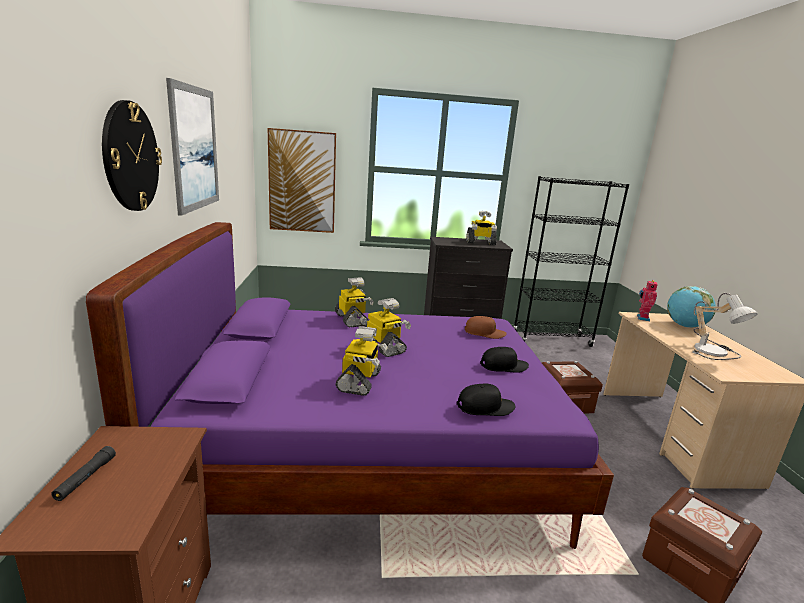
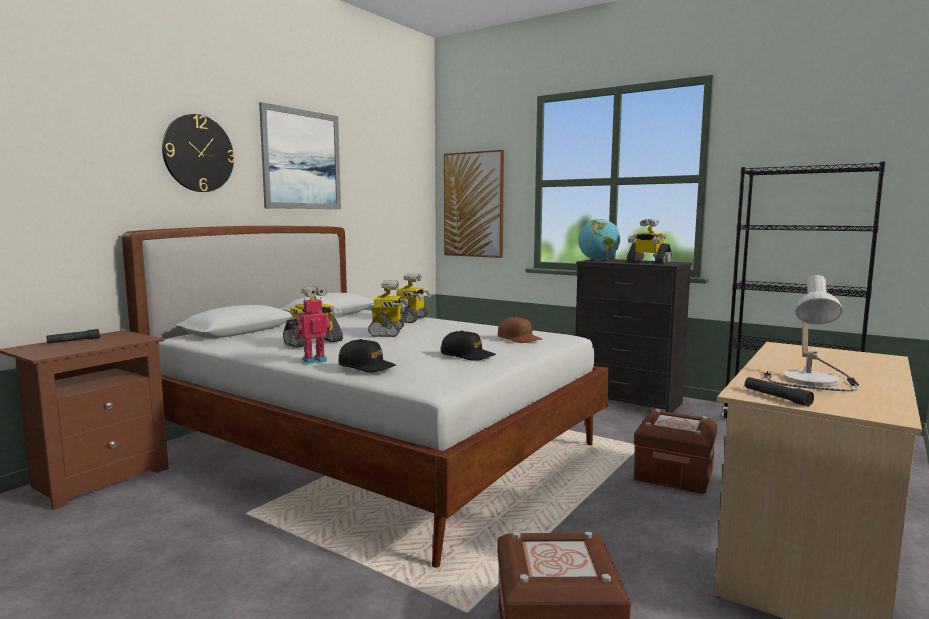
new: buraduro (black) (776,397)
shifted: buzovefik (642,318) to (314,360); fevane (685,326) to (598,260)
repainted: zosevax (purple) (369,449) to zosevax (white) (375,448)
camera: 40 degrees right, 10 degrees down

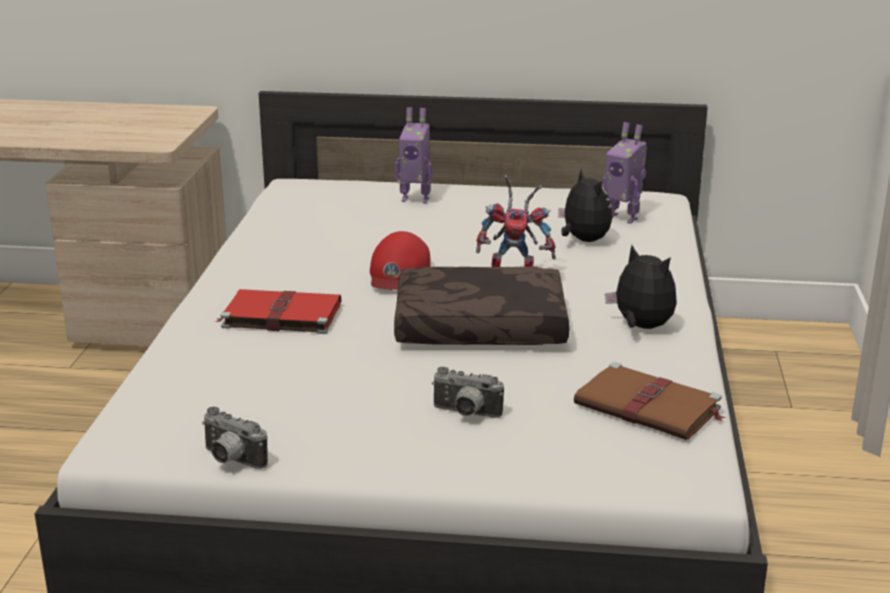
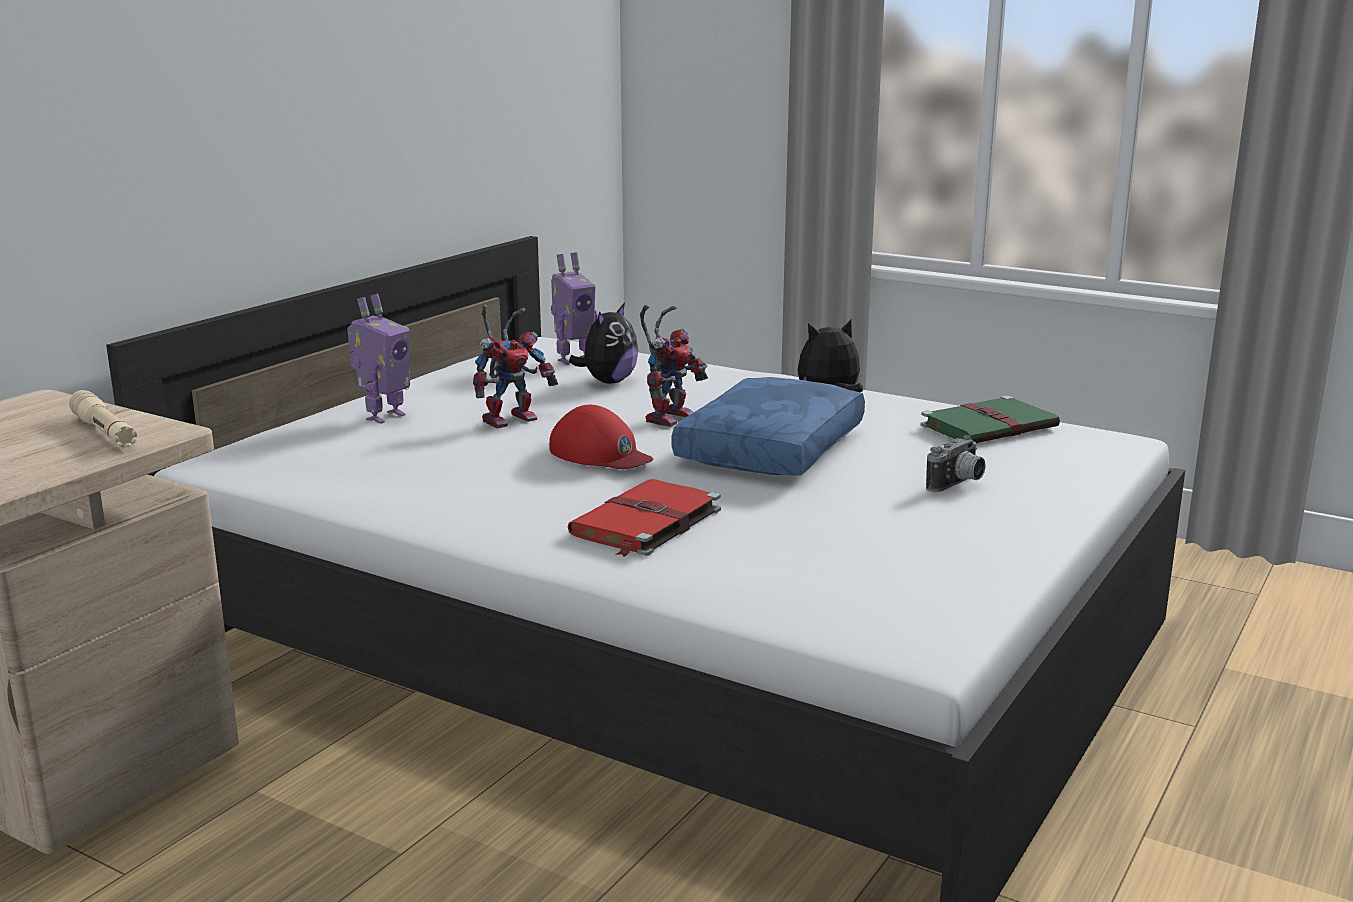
gone: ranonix (230,460)
new: buraduro (beige) (105,432); buzovefik (511,418)
repainted: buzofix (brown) (478,328) to buzofix (blue) (773,450); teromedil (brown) (649,407) to teromedil (green) (990,426)
rotated: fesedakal (583,240) = (608,381) 120 degrees clockwise
camera: 65 degrees left, 5 degrees down

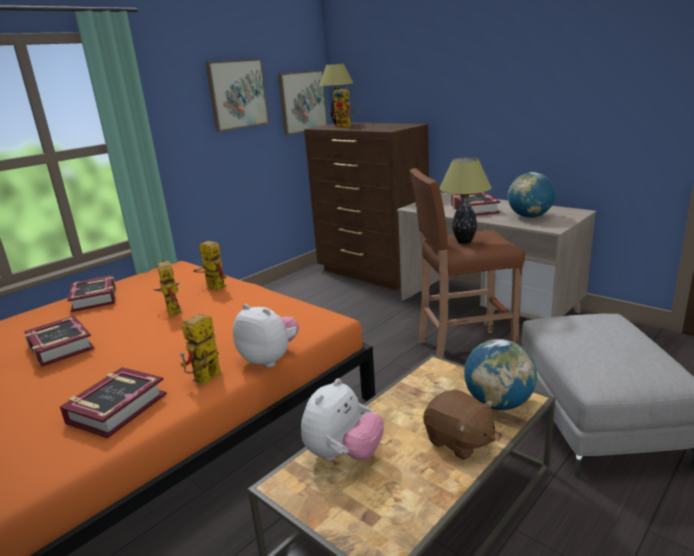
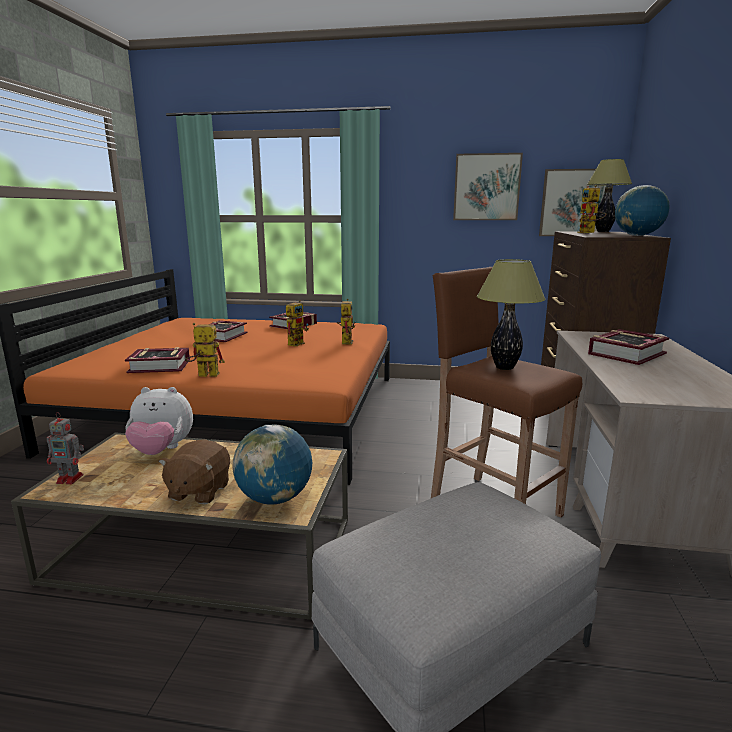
gone: fesedakal (270,359)
new: buzovefik (71,479)
shifted: fevane (529,217) to (637,235)
camera: 55 degrees right, 5 degrees down

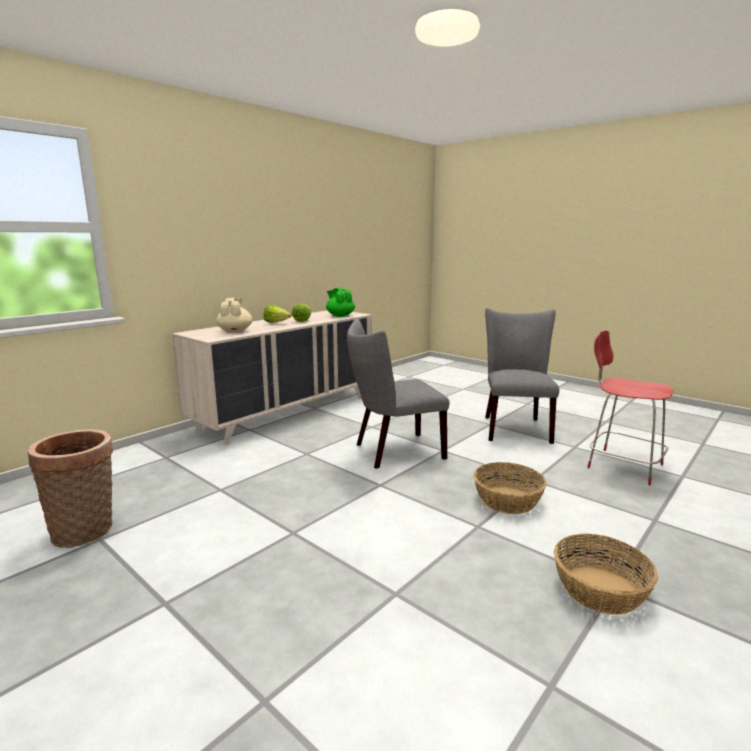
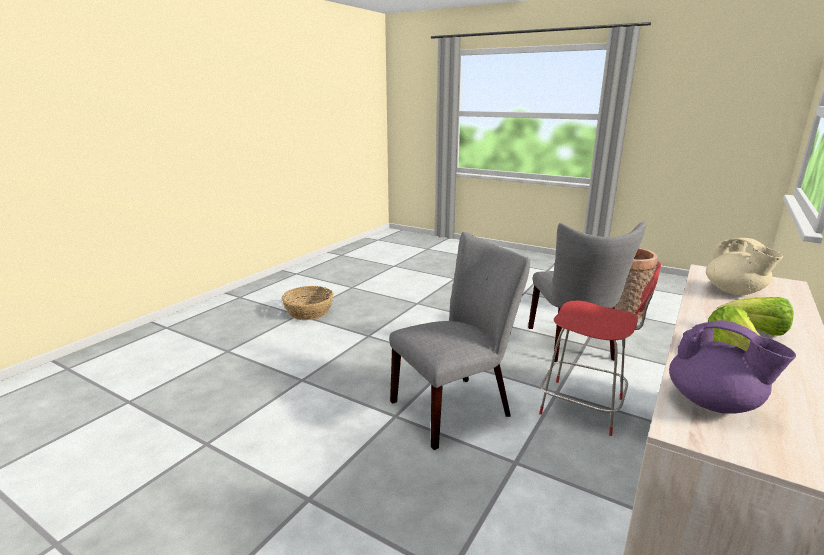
gone: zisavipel (508,500)
shifted: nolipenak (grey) (514,427) to (573,345); nolipenak (red) (622,465) to (585,407)
repainted: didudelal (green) (340,315) to didudelal (purple) (714,403)
camera: 170 degrees right, 5 degrees up

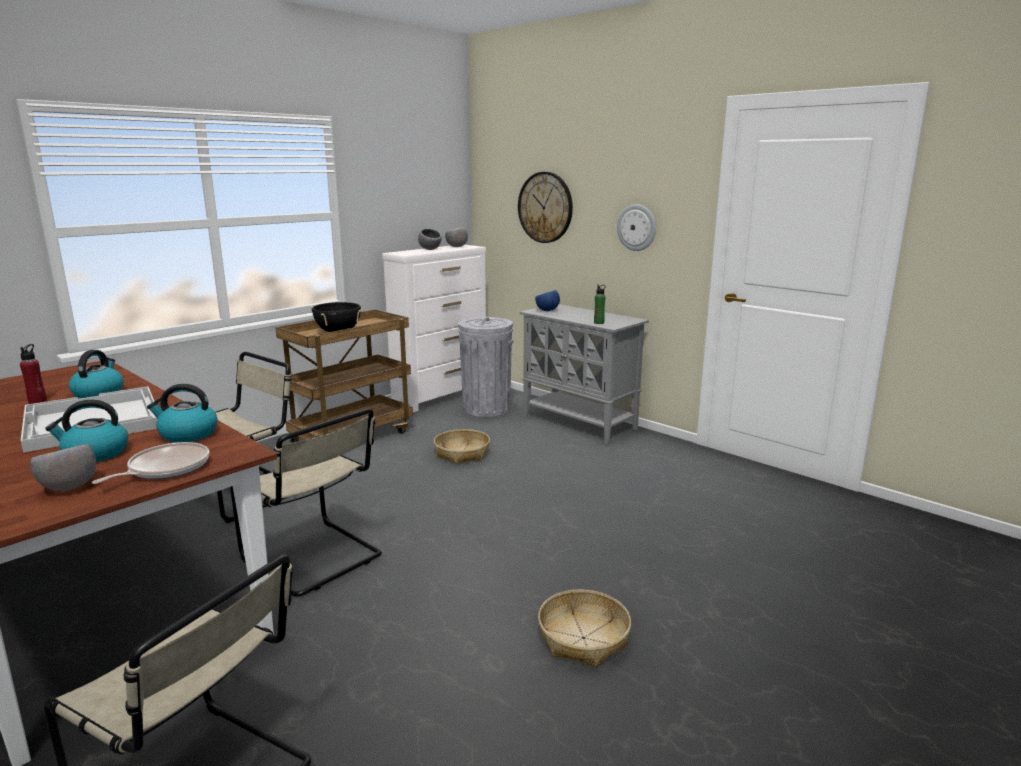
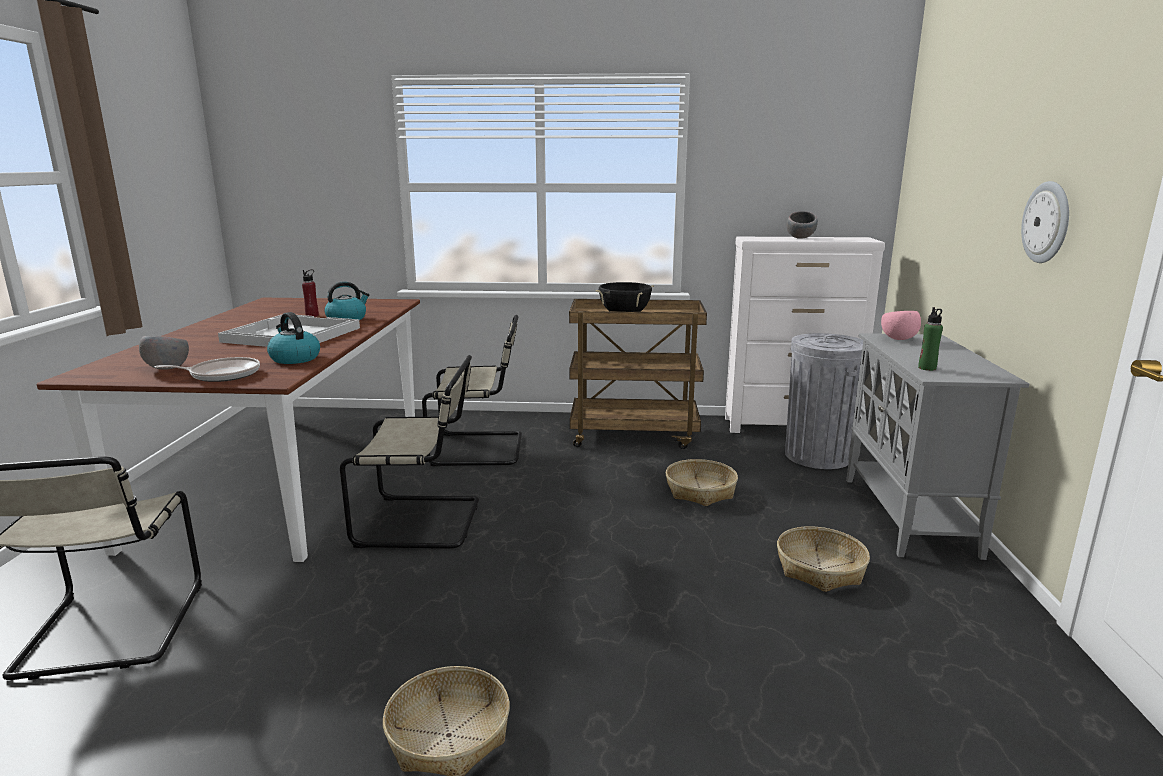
gone: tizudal (95,454); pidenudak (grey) (456,247); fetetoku (545,207)
new: zisavipel (820,569)
repainted: pidenudak (blue) (547,311) to pidenudak (pink) (898,339)
rotated: nolipenak (beige) (315,559) = (424,522) 90 degrees counterclockwise
camera: 50 degrees right, 0 degrees up

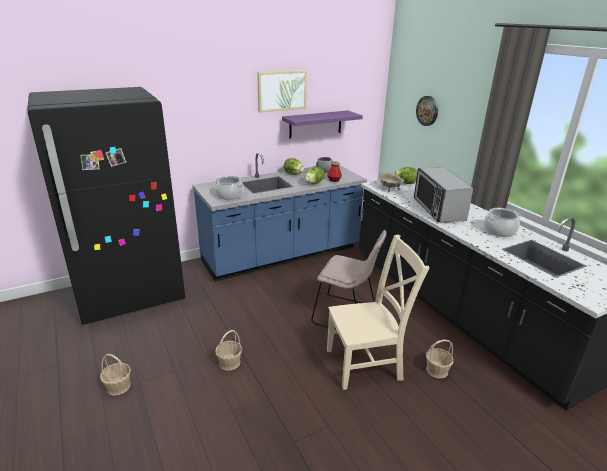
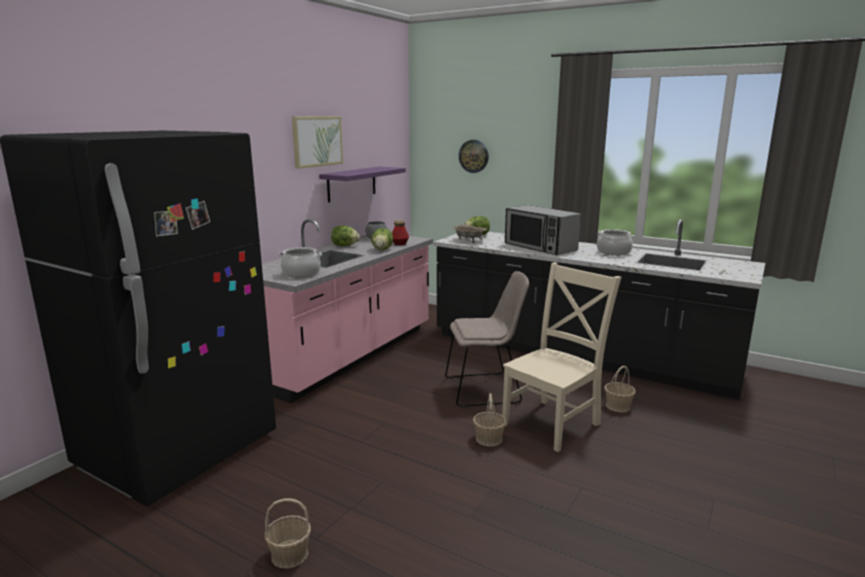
shifted: zisavipel (229,362) to (488,439)
repainted: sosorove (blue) (282,255) to sosorove (pink) (348,356)
camera: 30 degrees left, 10 degrees down

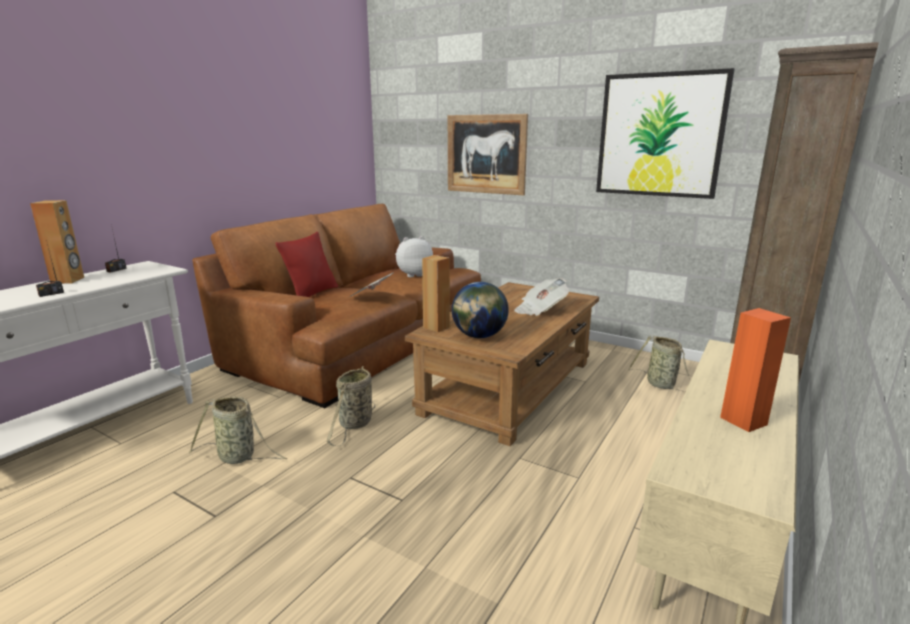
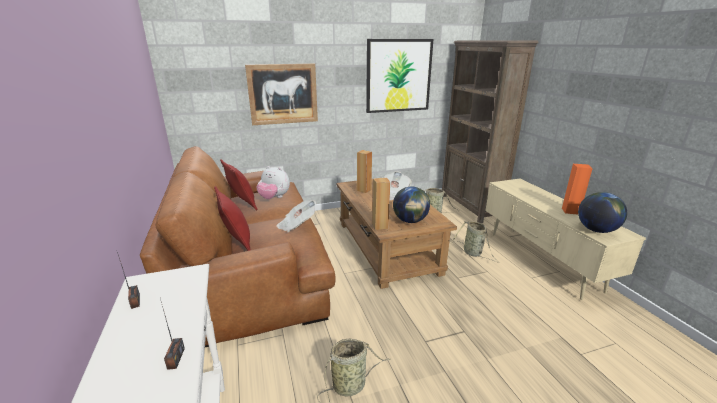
new: buzofix (red) (242,203); fevane (596,230)
shifted: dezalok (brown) (68,280) to (364,190); zisavipel (355,424) to (473,253)
rotated: fesedakal (413,274) = (274,198) 90 degrees counterclockwise
camera: 50 degrees left, 5 degrees up

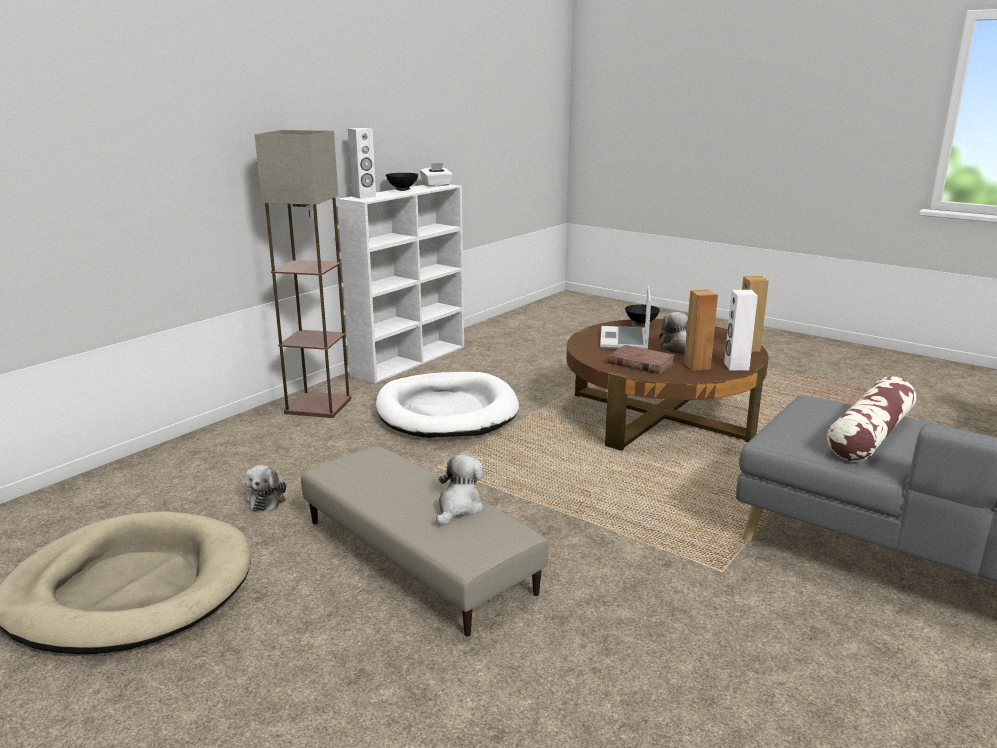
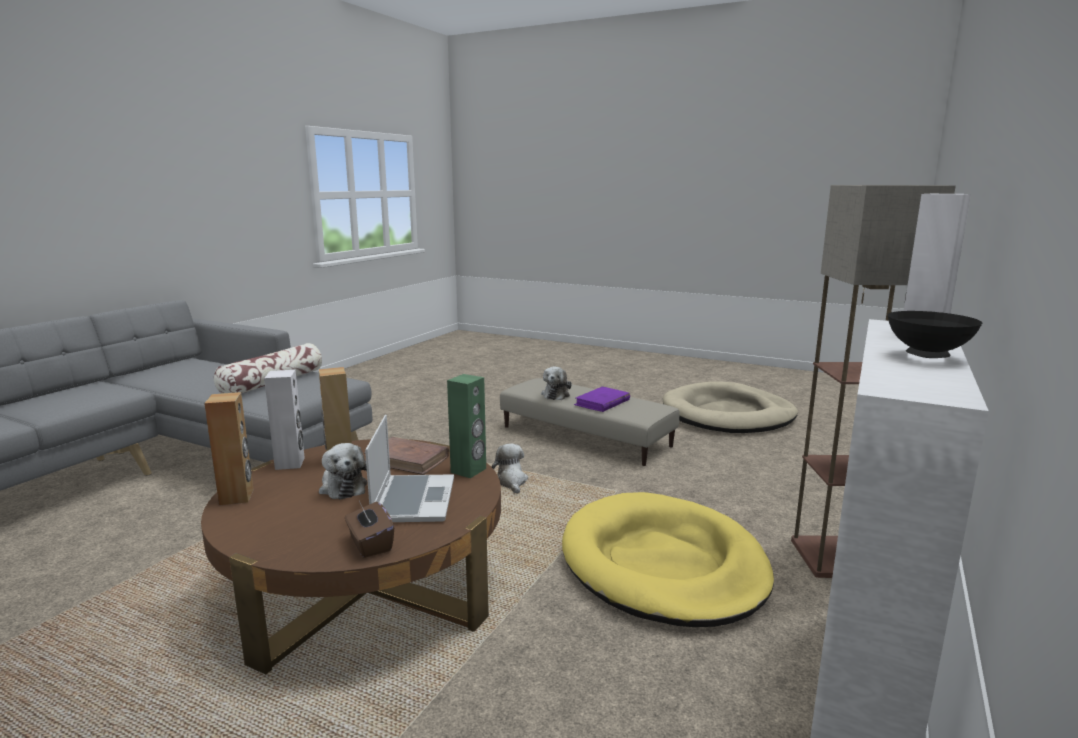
gone: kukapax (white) (436,185)
new: dezalok (green) (469,470); teromedil (purple) (602,402)
shifted: fesedakal (267,499) to (511,482)
swapped: pidenudak (black) (640,324) to kukapax (brown) (370,544)
repainted: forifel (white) (446,411) to forifel (yellow) (663,565)
camera: 170 degrees right, 5 degrees down

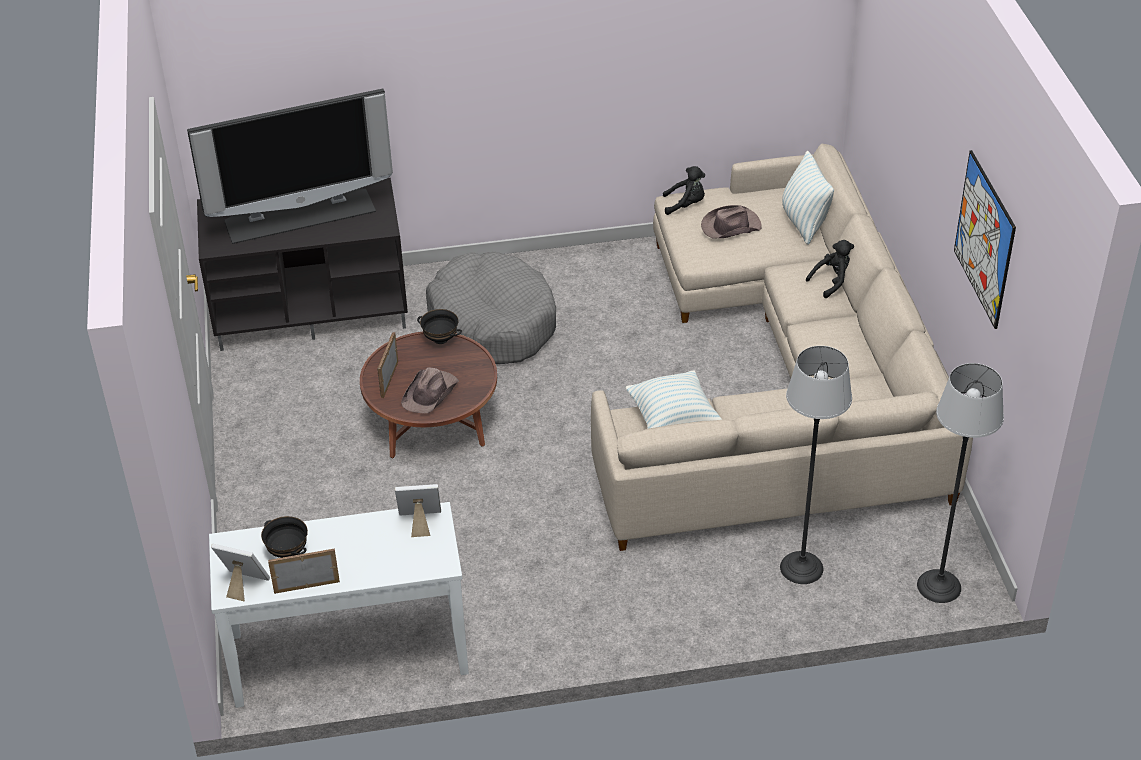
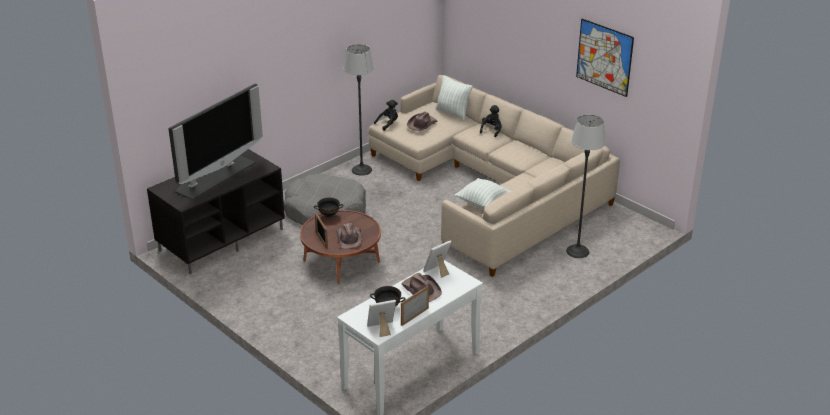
new: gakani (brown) (421,289)
shifted: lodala (938,586) to (361,170)
camera: 35 degrees left, 10 degrees down

